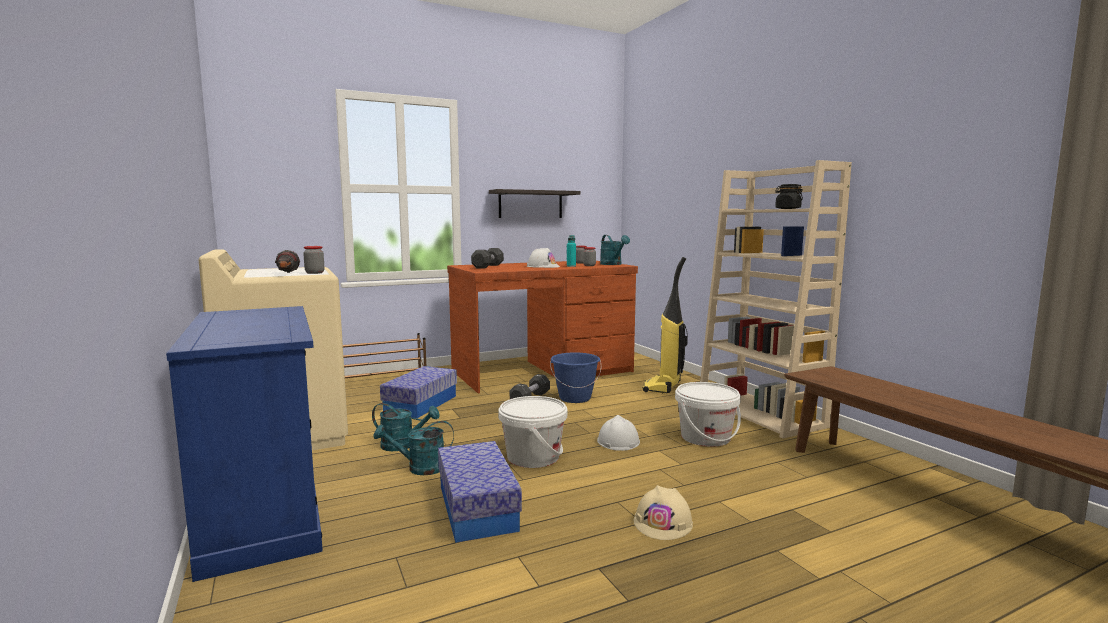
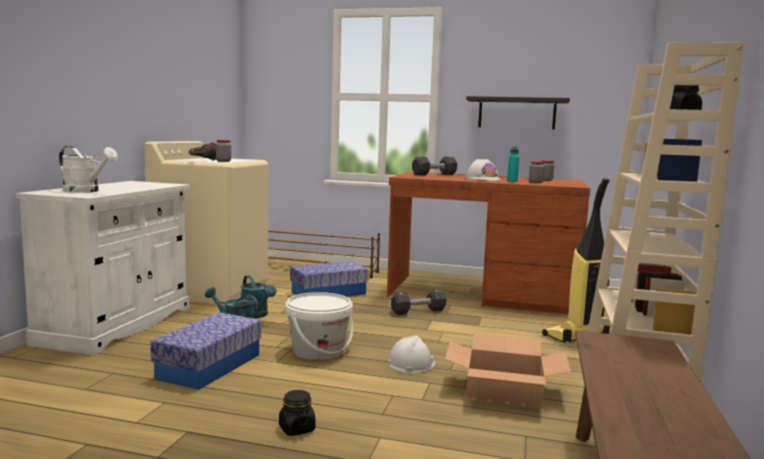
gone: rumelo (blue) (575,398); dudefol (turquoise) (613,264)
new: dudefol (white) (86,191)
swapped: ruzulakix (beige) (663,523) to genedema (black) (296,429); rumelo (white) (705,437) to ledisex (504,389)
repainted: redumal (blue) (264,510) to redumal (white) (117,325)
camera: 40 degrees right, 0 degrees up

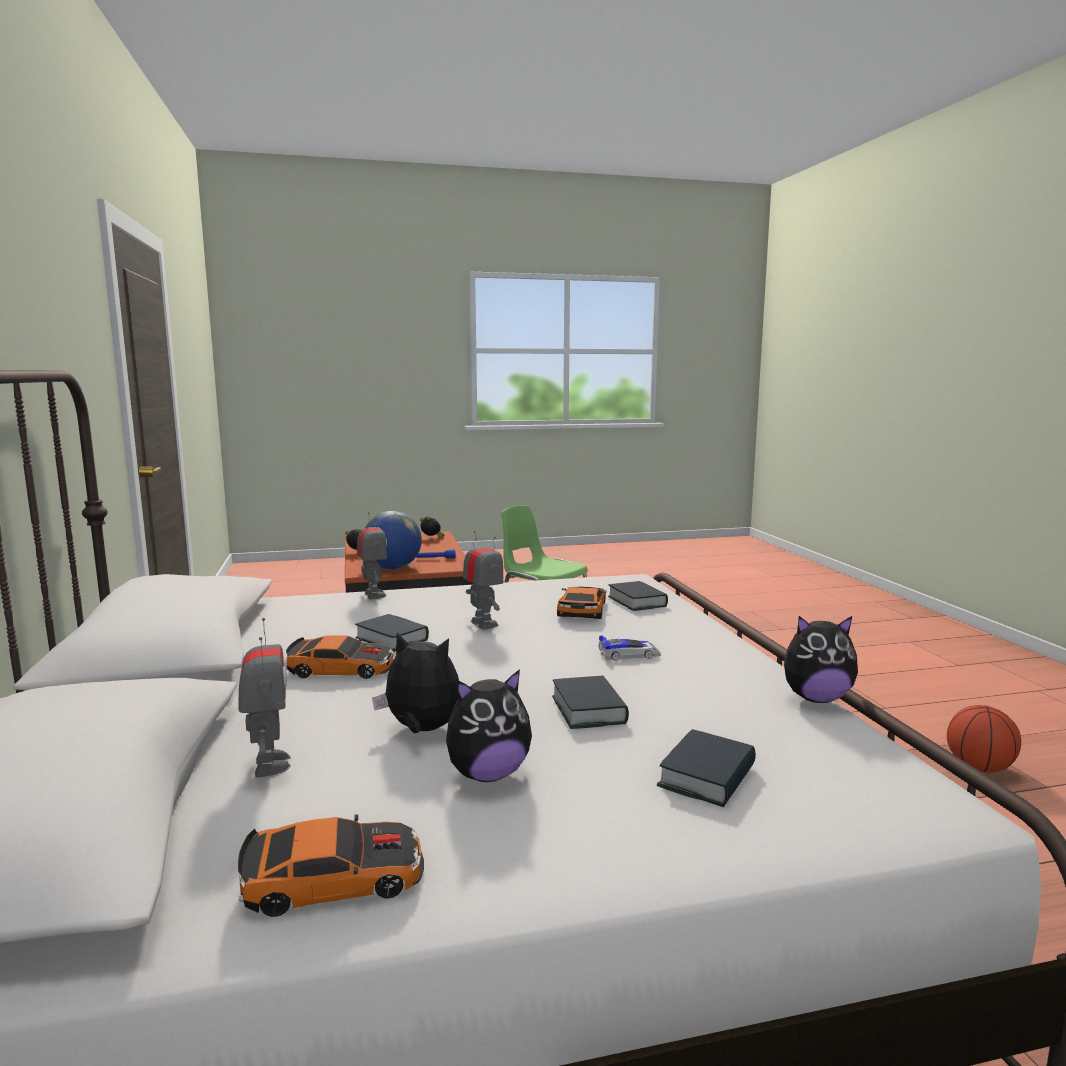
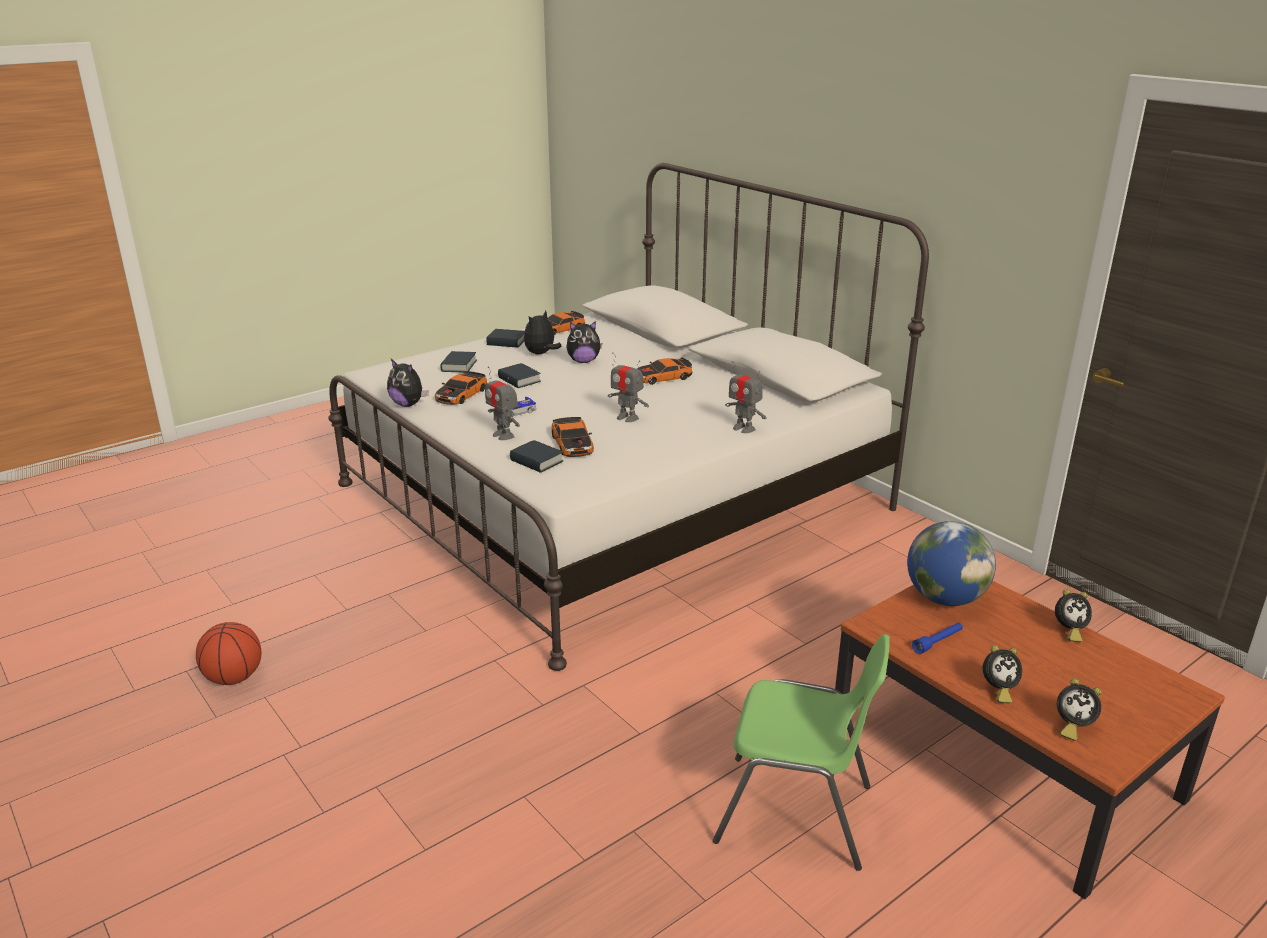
new: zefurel (461,395); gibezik (997,690)
shifted: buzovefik (269,764) to (503,435); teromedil (392,639) to (506,342)
rotated: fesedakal (816,698) = (408,404) 120 degrees counterclockwise
camera: 155 degrees right, 15 degrees up

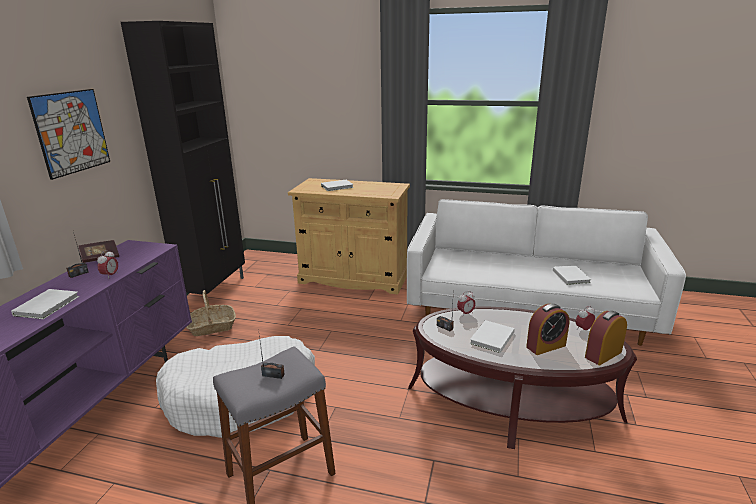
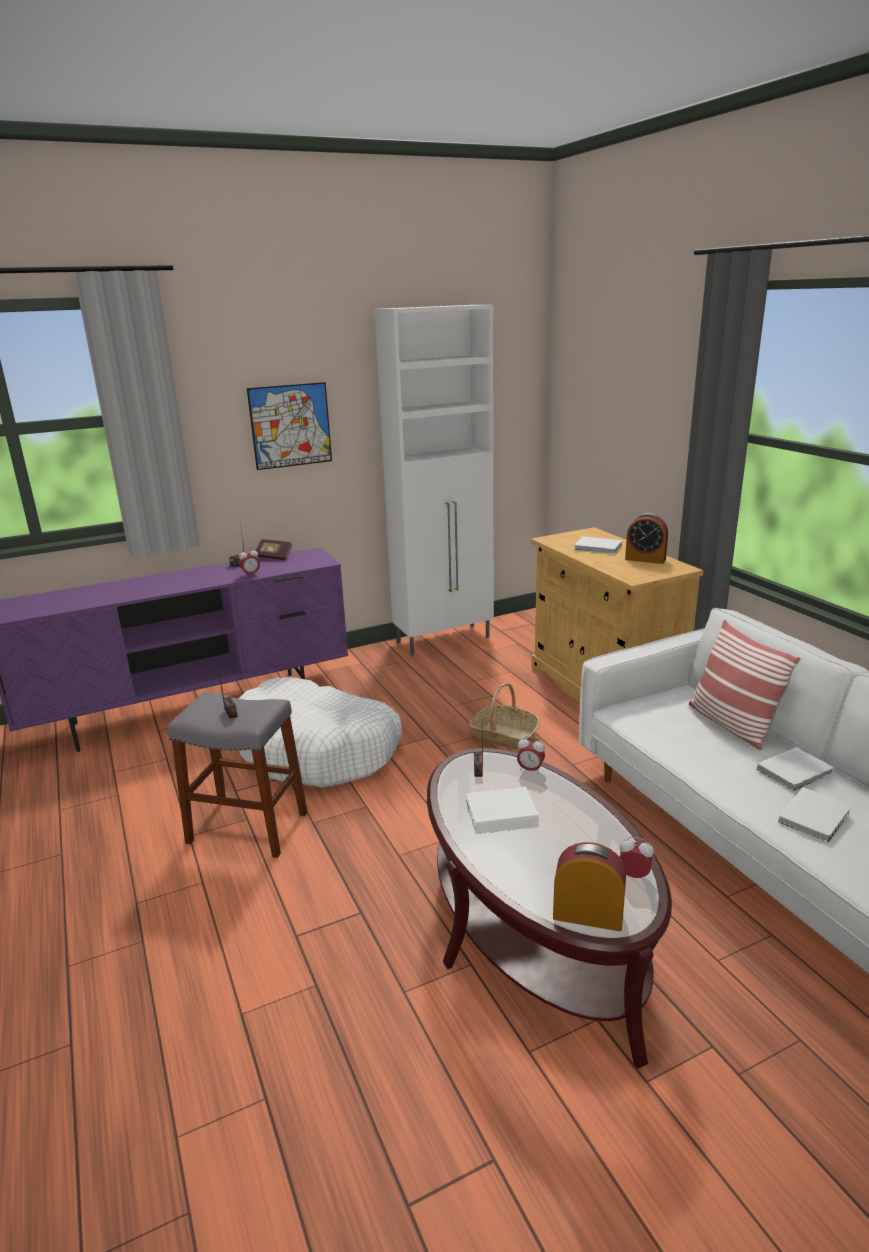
new: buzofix (732,724)
shifted: teromedil (white) (49,305) to (796,771); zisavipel (212,327) to (504,736); gibezik (546,346) to (645,559)
repainted: redumal (black) (215,290) to redumal (white) (445,639)
camera: 50 degrees right, 0 degrees up

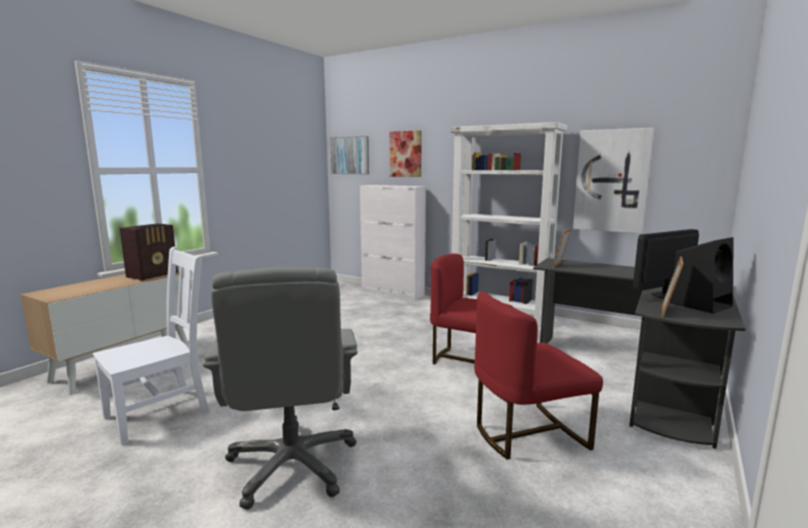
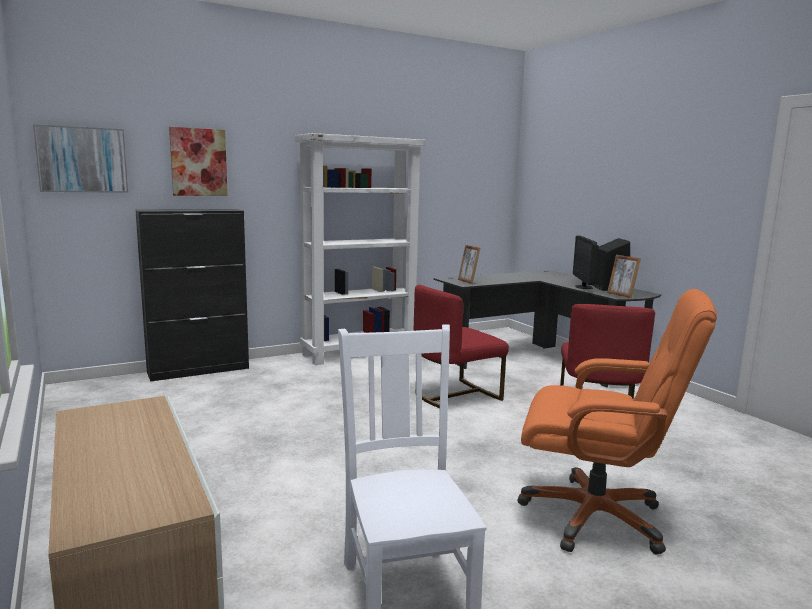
gone: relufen (154,275); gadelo (611,181)
repainted: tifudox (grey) (292,465) to tifudox (orange) (595,517); redumal (white) (393,293) to redumal (black) (199,370)
camera: 60 degrees left, 0 degrees up

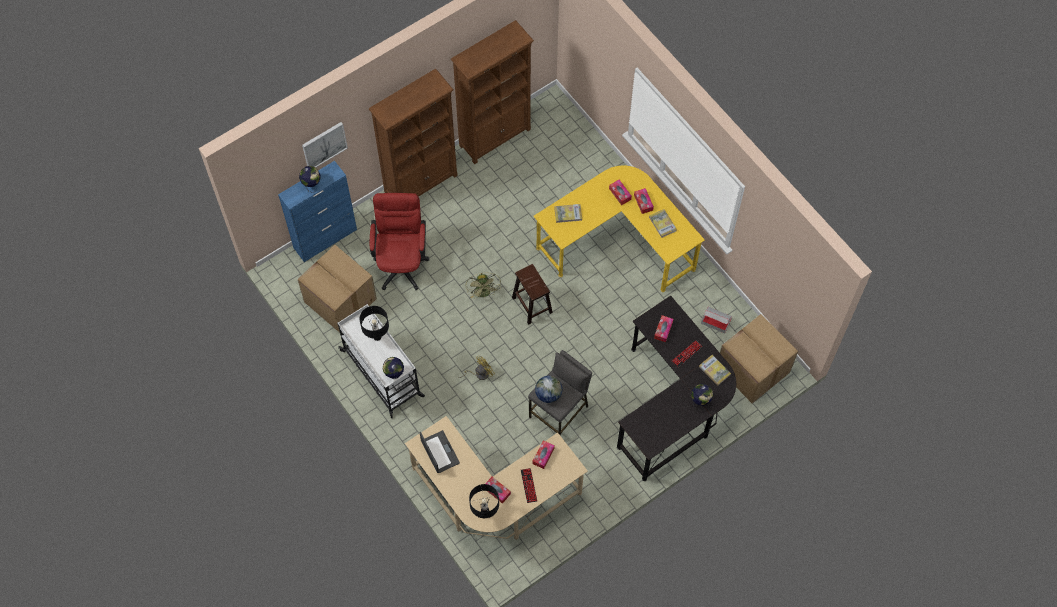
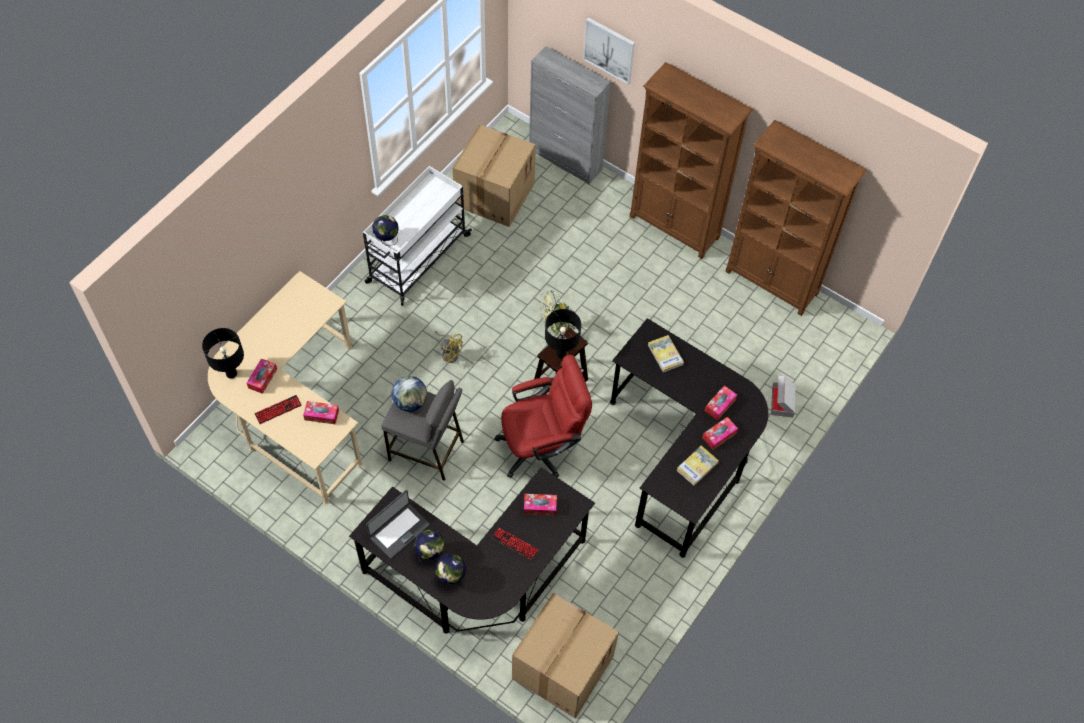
gone: teromedil (714,370)
shifted: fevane (311,184) to (430,554); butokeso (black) (377,337) to (561,354); tifudox (red) (401,261) to (542,447); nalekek (439,452) to (399,530); ledisex (716,321) to (782,401)
repainted: redumal (blue) (325,238) to redumal (grey) (565,159); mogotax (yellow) (617,243) to mogotax (black) (684,454)
camera: 70 degrees right, 5 degrees down

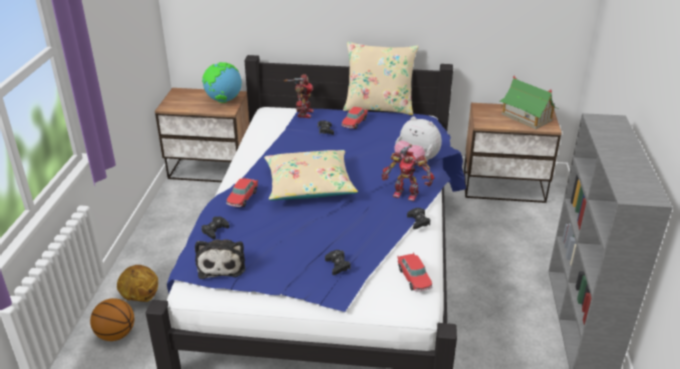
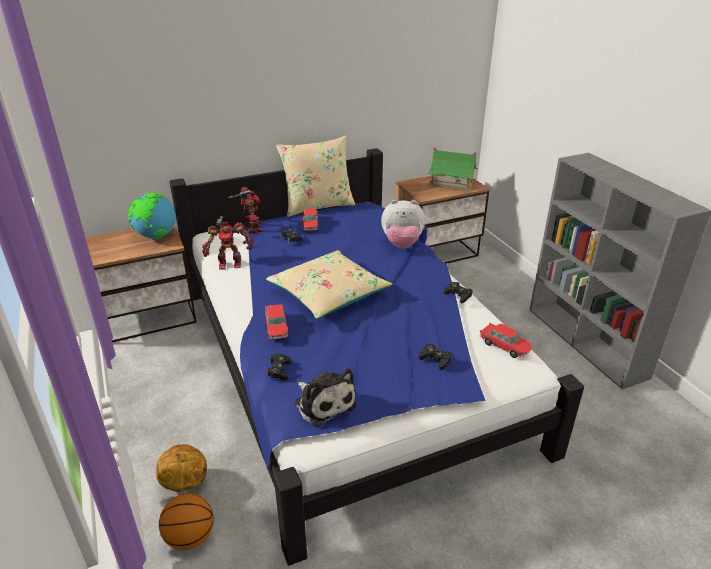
shifted: buzovefik (406,193) to (230,263)
camera: 30 degrees left, 0 degrees up

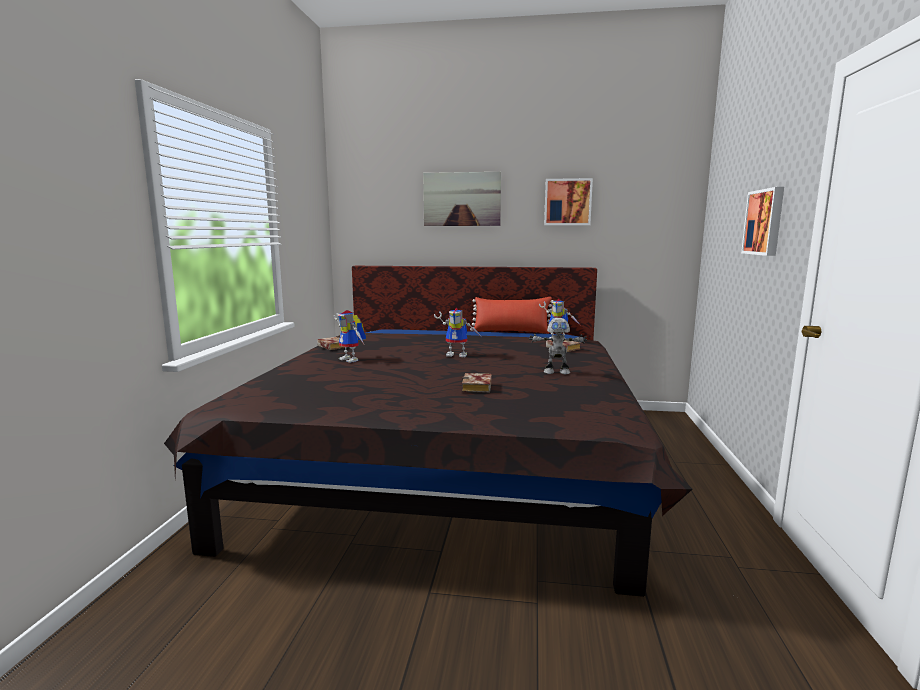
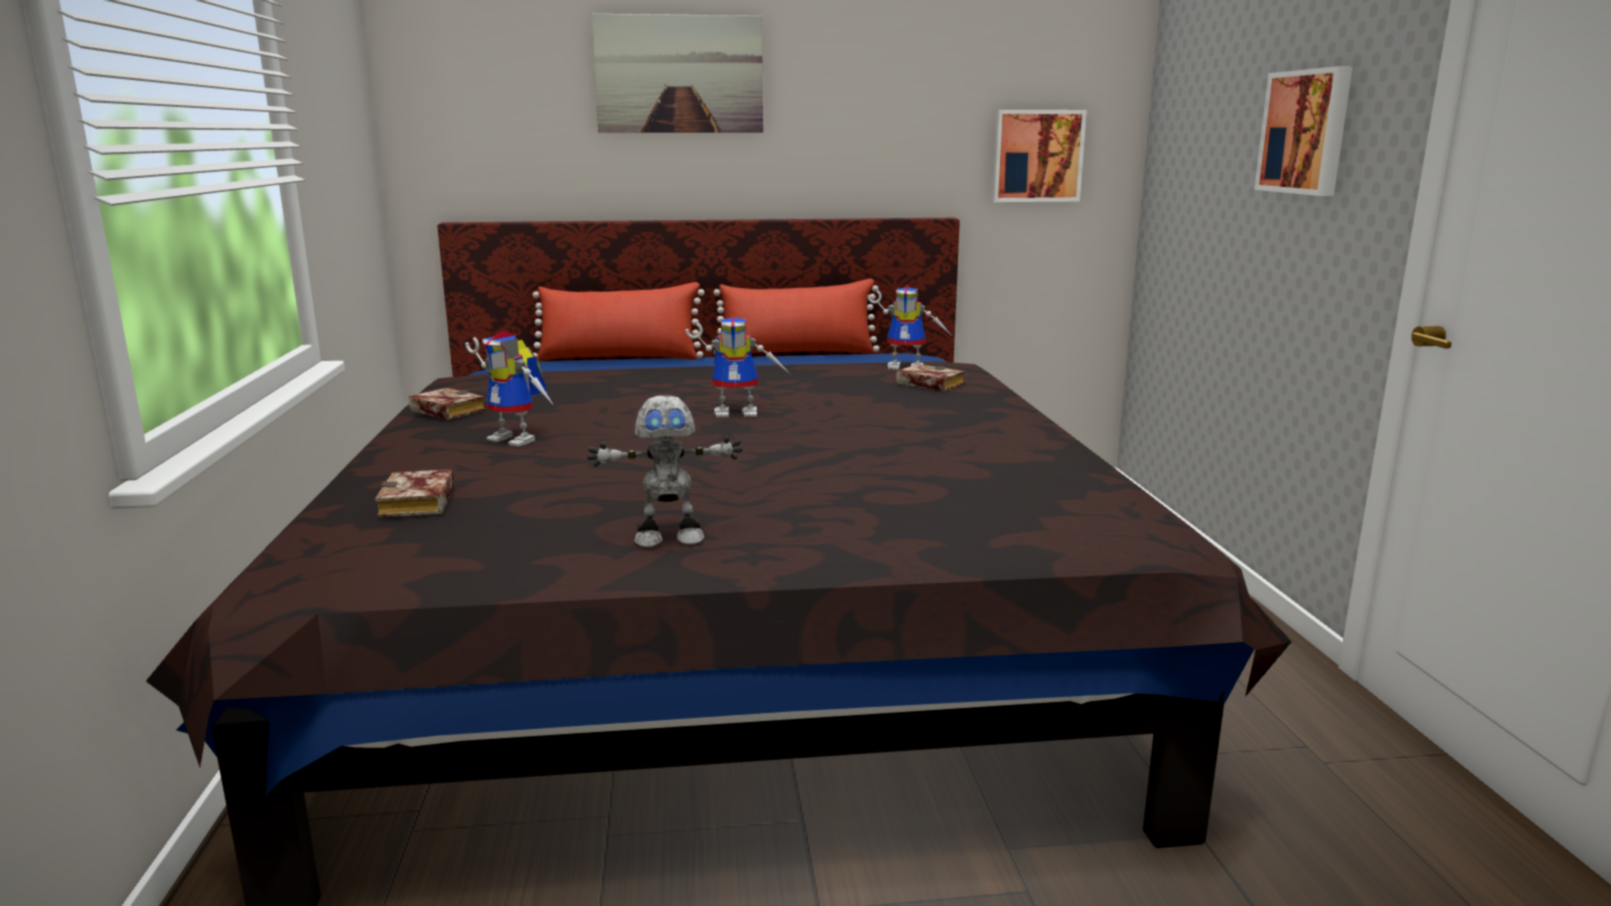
new: buzofix (red) (619,358)
shifted: teromedil (478,387) to (420,503); buzovefik (556,372) to (669,539); gadelo (567,202) to (1036,156)
camera: 15 degrees left, 5 degrees up

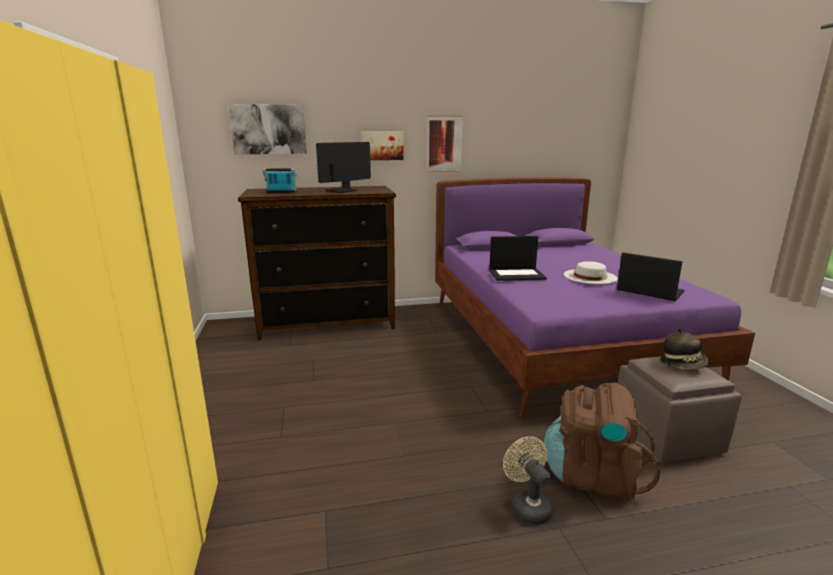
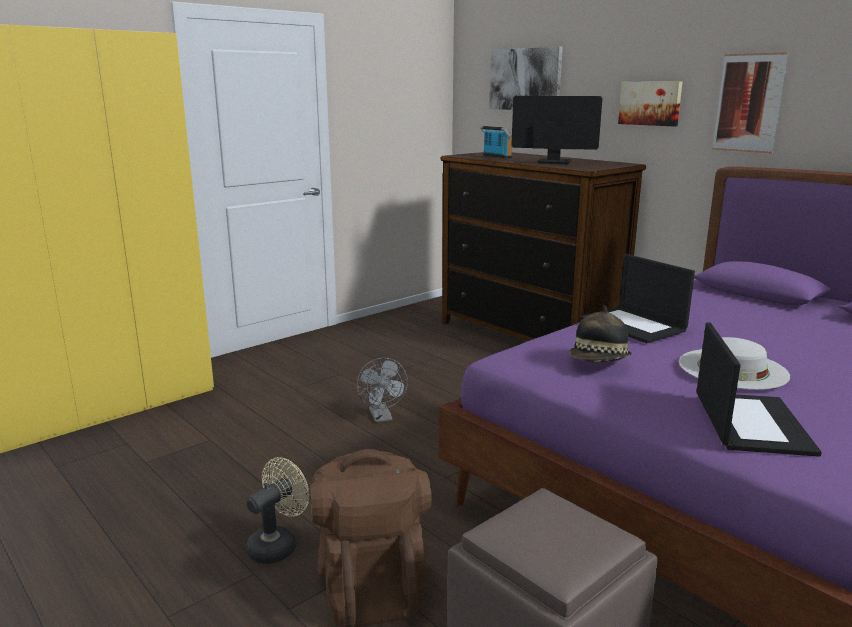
new: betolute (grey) (382,417)
shifted: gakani (683,364) to (600,362)
camera: 60 degrees right, 0 degrees up

